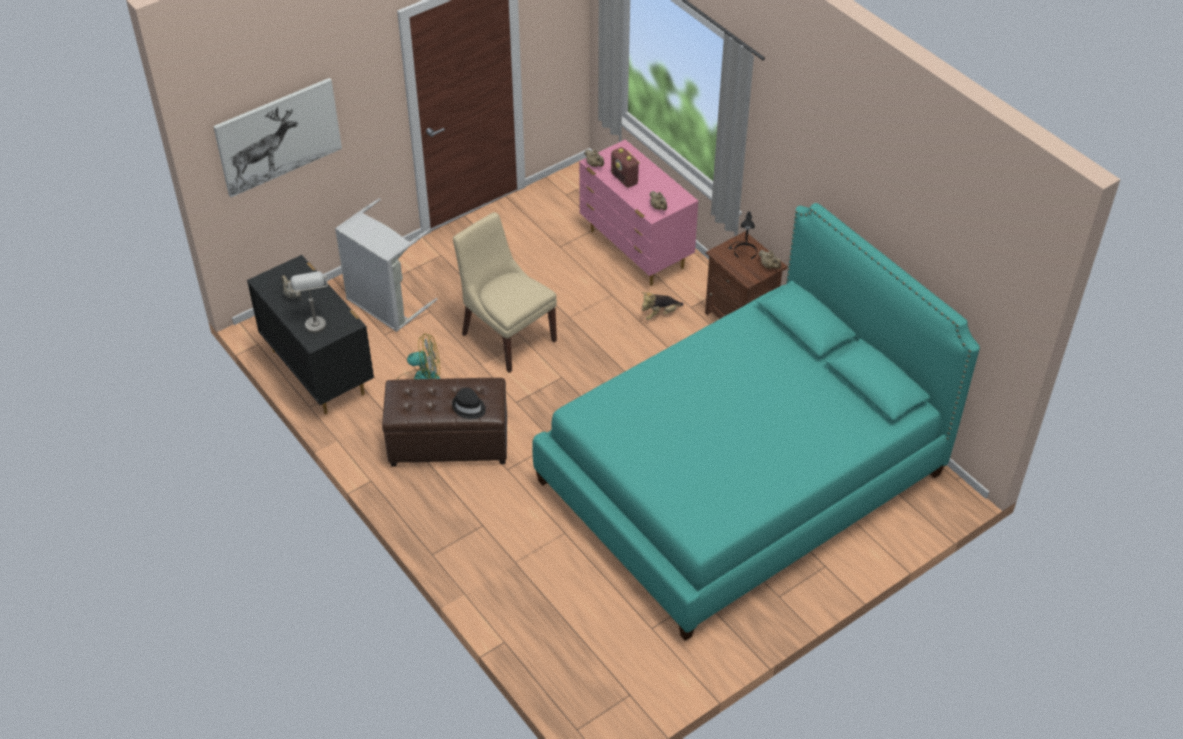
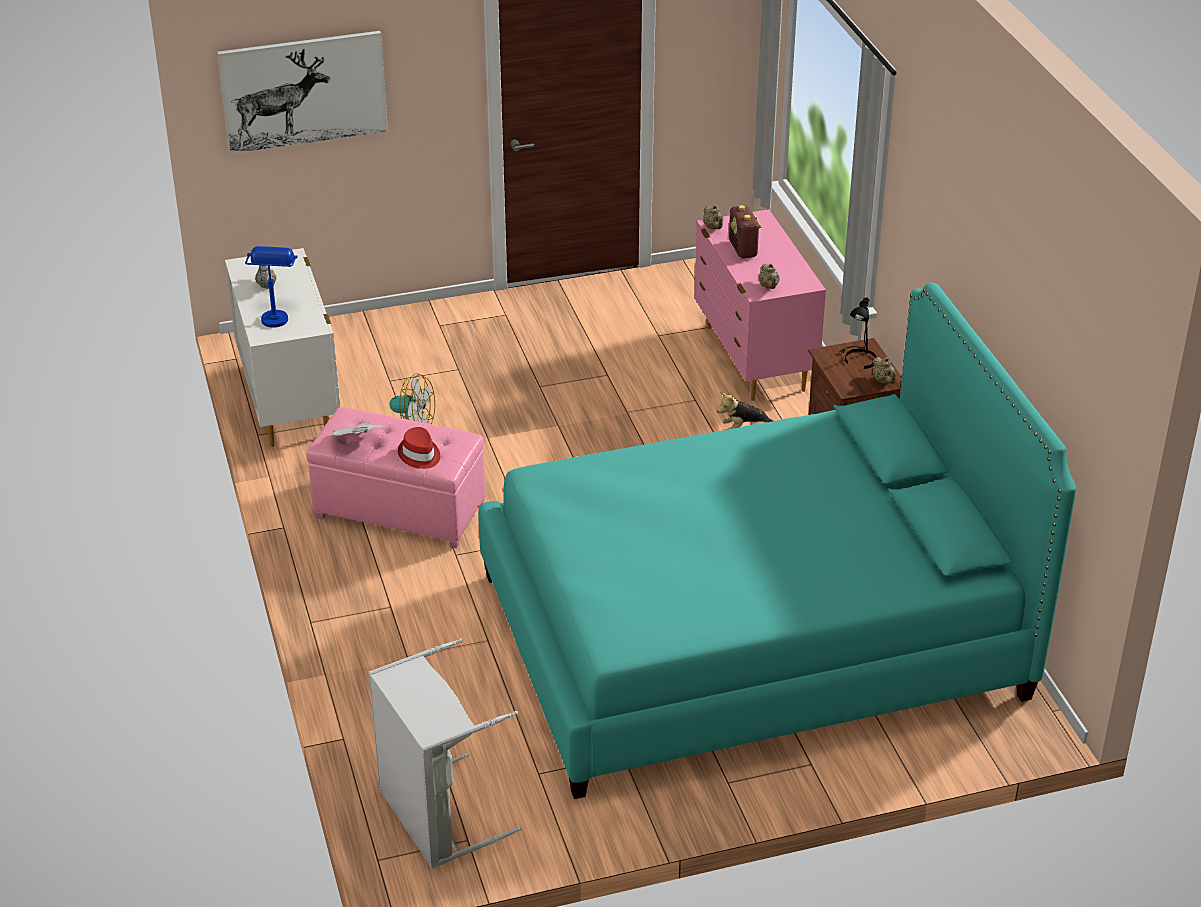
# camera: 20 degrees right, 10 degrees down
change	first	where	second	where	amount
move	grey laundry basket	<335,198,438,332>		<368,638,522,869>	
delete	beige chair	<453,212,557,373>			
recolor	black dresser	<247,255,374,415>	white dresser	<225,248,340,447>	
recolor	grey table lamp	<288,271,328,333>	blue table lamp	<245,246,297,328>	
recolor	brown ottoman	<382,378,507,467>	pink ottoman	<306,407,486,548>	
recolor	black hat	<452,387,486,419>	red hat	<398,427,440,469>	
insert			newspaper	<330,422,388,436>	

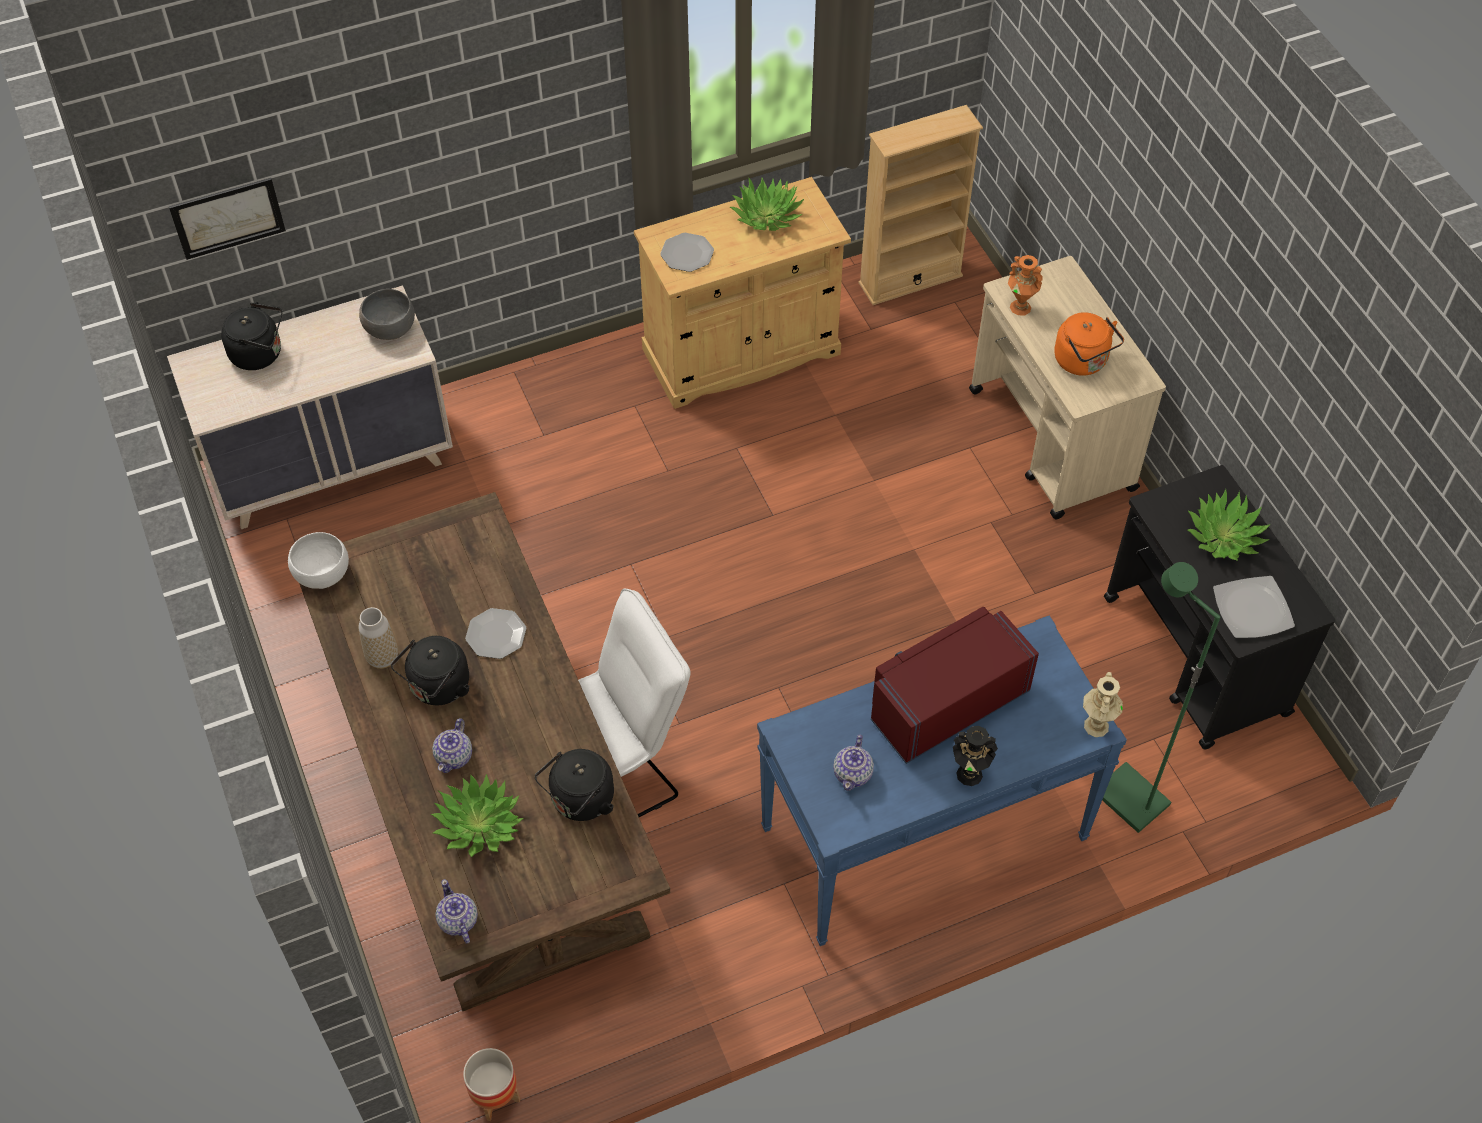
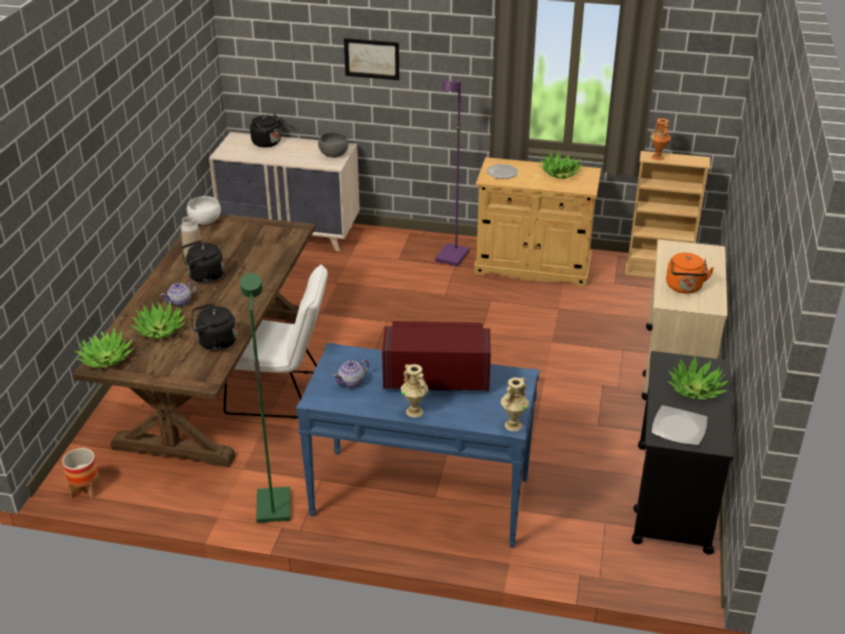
# camera: 35 degrees right, 20 degrees down
change	first	where	second	where	amount
move	picture	<169,178,286,260>		<344,38,399,80>	
move	orange vase	<1008,255,1043,315>		<650,118,671,160>	
move	green floor lamp	<1102,562,1221,833>		<240,273,291,523>	
delete	plate	<465,608,527,659>			
recolor	black vase	<953,726,998,786>	beige vase	<401,364,429,418>	
replace	teapot	<435,879,478,944>	potted plant	<75,327,134,368>	
insert			purple floor lamp	<435,79,469,267>	

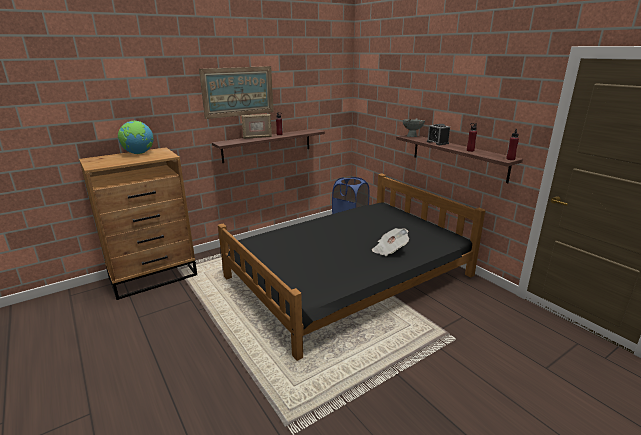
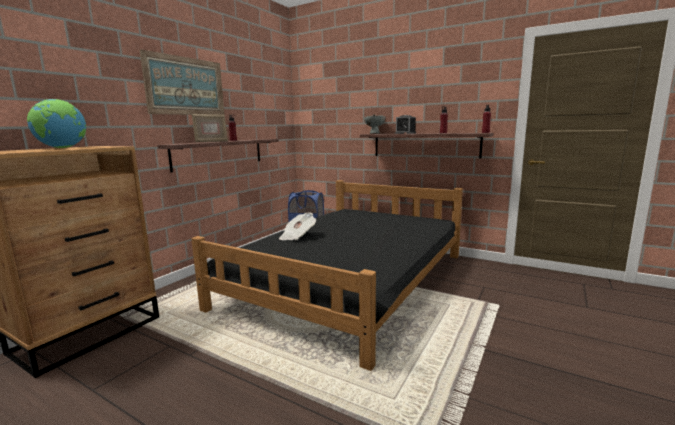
# camera: 25 degrees left, 10 degrees down
change	first	where	second	where	amount
move	newspaper	<372,228,409,256>		<279,212,316,240>	

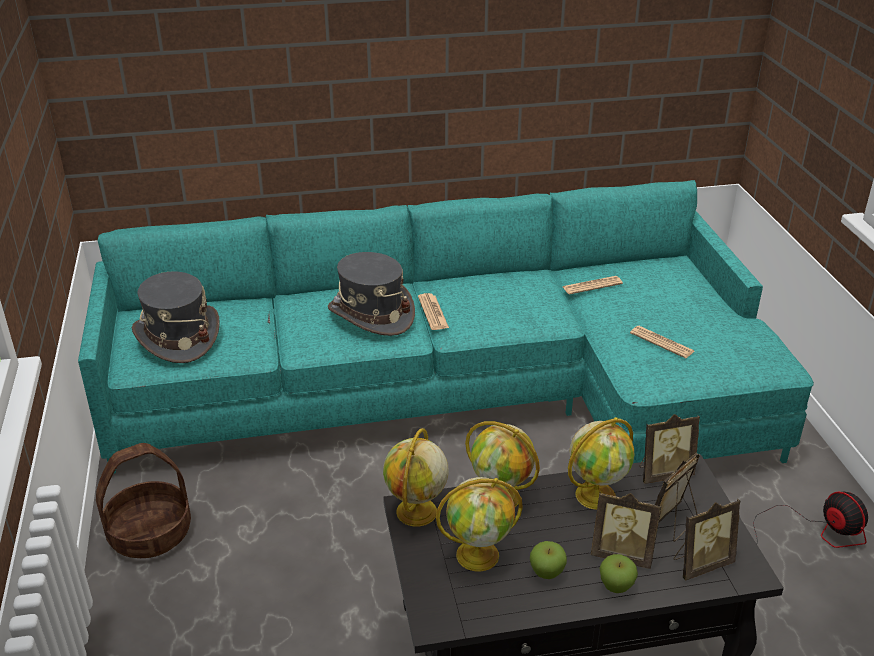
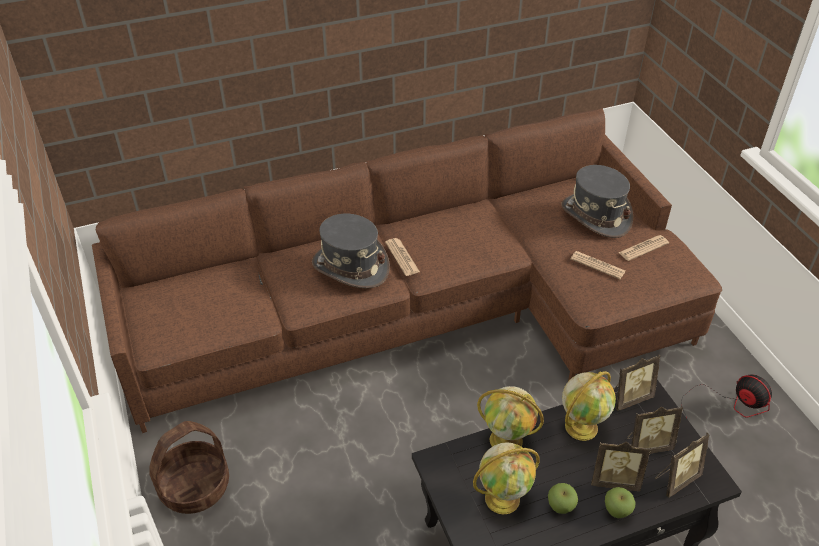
# camera: 10 degrees left, 10 degrees up
change	first	where	second	where	amount
recolor	turquoise sofa	<78,180,814,473>	brown sofa	<92,109,722,433>	
move	grey hat	<132,271,220,363>		<561,165,633,238>	
move	newspaper	<563,276,623,295>		<618,235,669,261>	
delete	globe	<383,428,449,527>			
rotate	picture frame	<655,453,700,542>		<627,406,683,454>	135 degrees counterclockwise

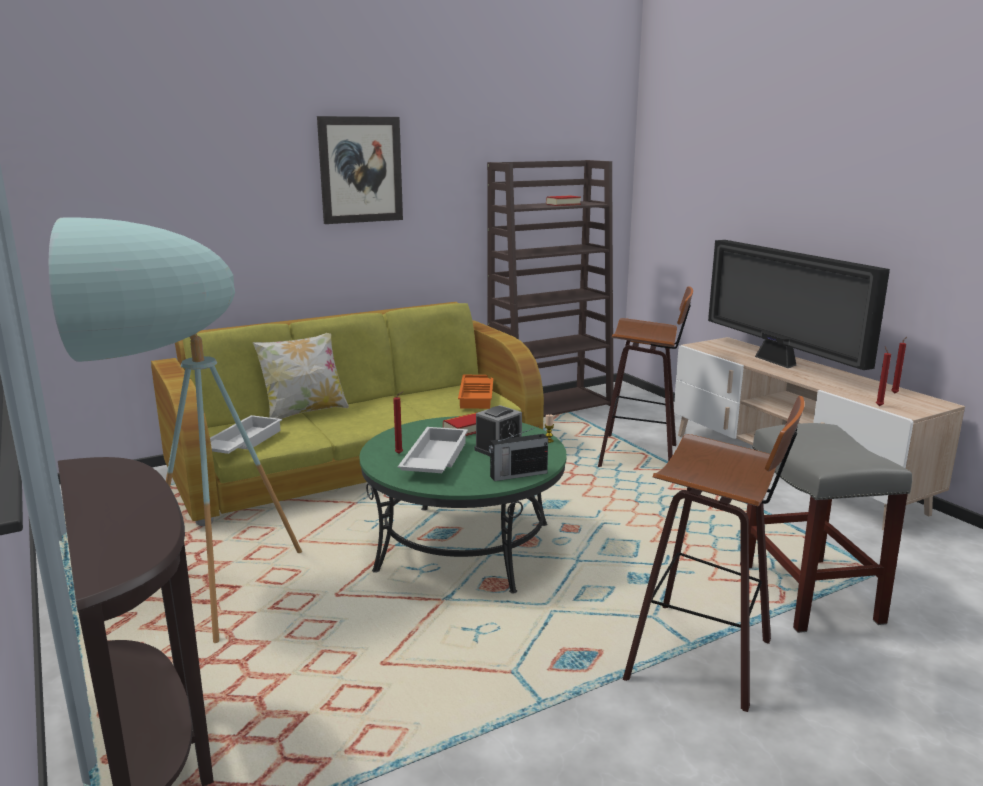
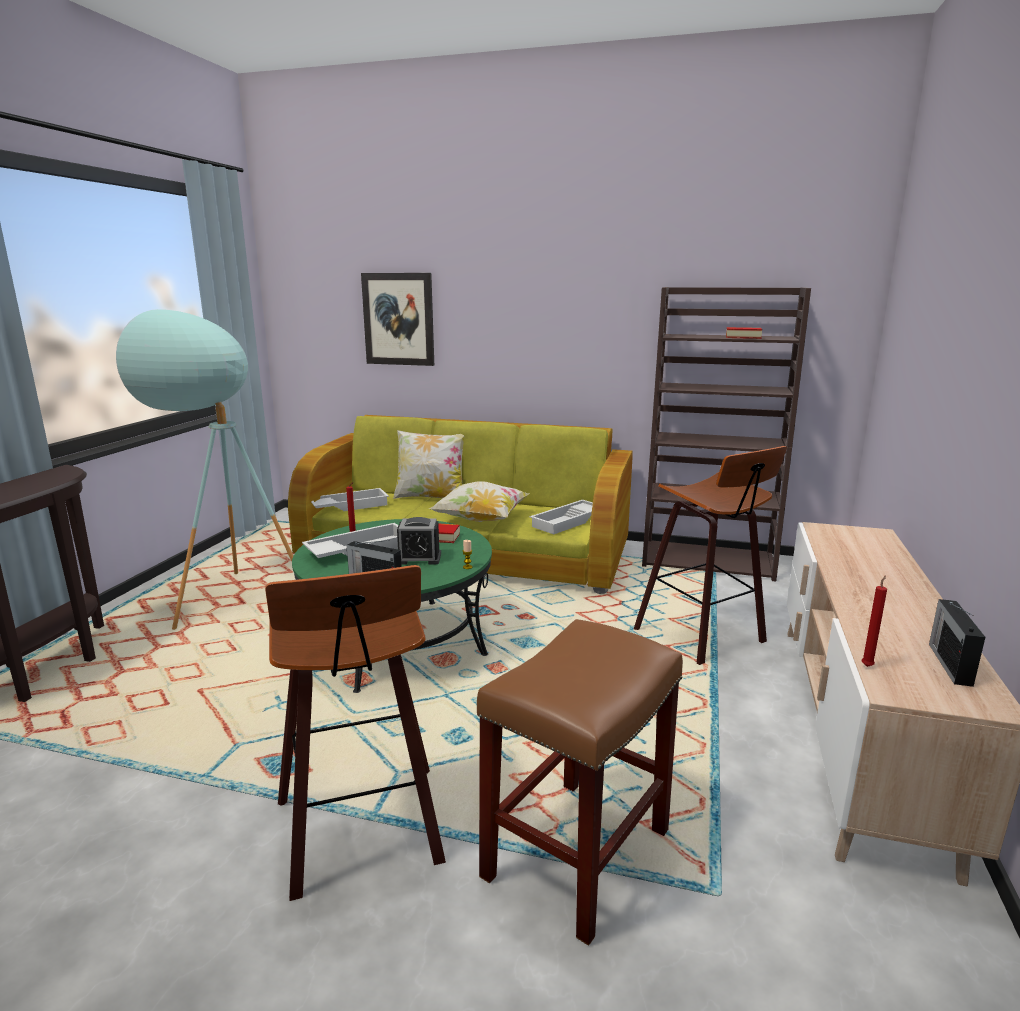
# camera: 45 degrees right, 0 degrees up
change	first	where	second	where	amount
move	picture	<317,116,403,224>		<361,273,434,366>	
delete	television	<708,240,890,370>			
replace	red candle	<892,337,907,393>	radio	<929,599,985,687>	
recolor	orange tray	<458,375,493,409>	white tray	<530,500,593,534>	
recolor	grey stool	<740,423,912,633>	brown stool	<477,619,683,946>	
insert			pillow	<429,481,529,522>	

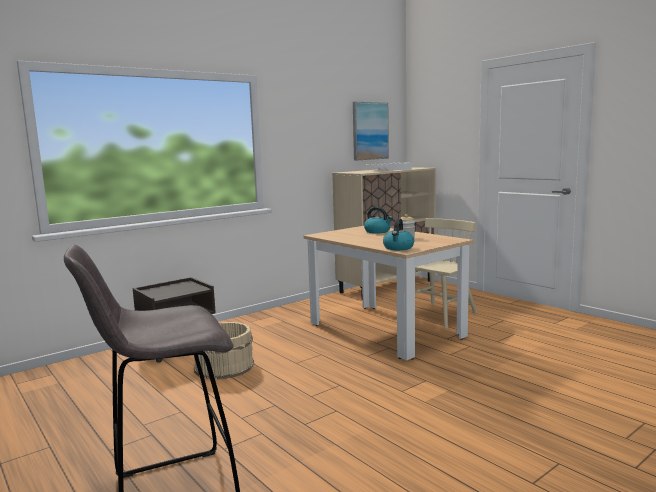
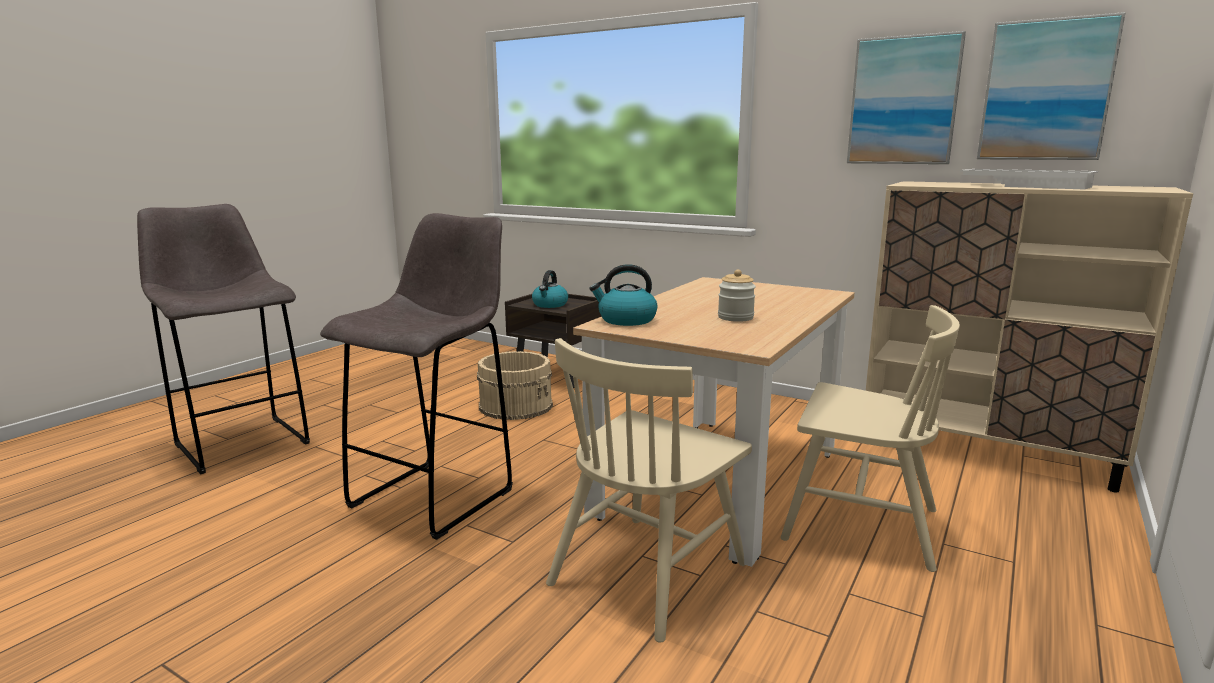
# camera: 70 degrees right, 5 degrees up
change	first	where	second	where	amount
move	kettle	<364,207,393,234>		<532,270,568,308>	
insert			picture	<847,31,966,164>	
insert			grey stool	<320,213,513,540>	
insert			beige chair	<546,338,752,643>	

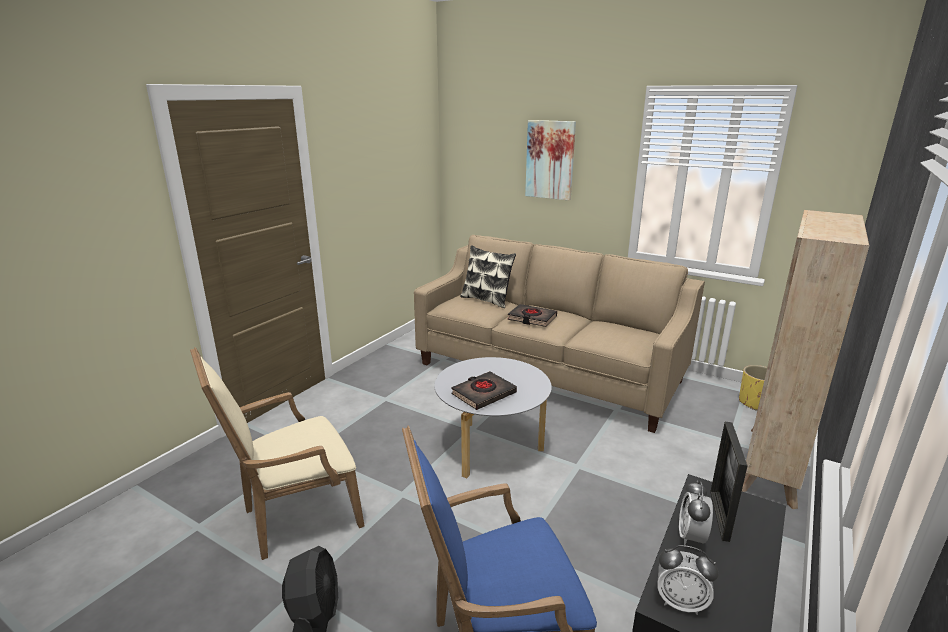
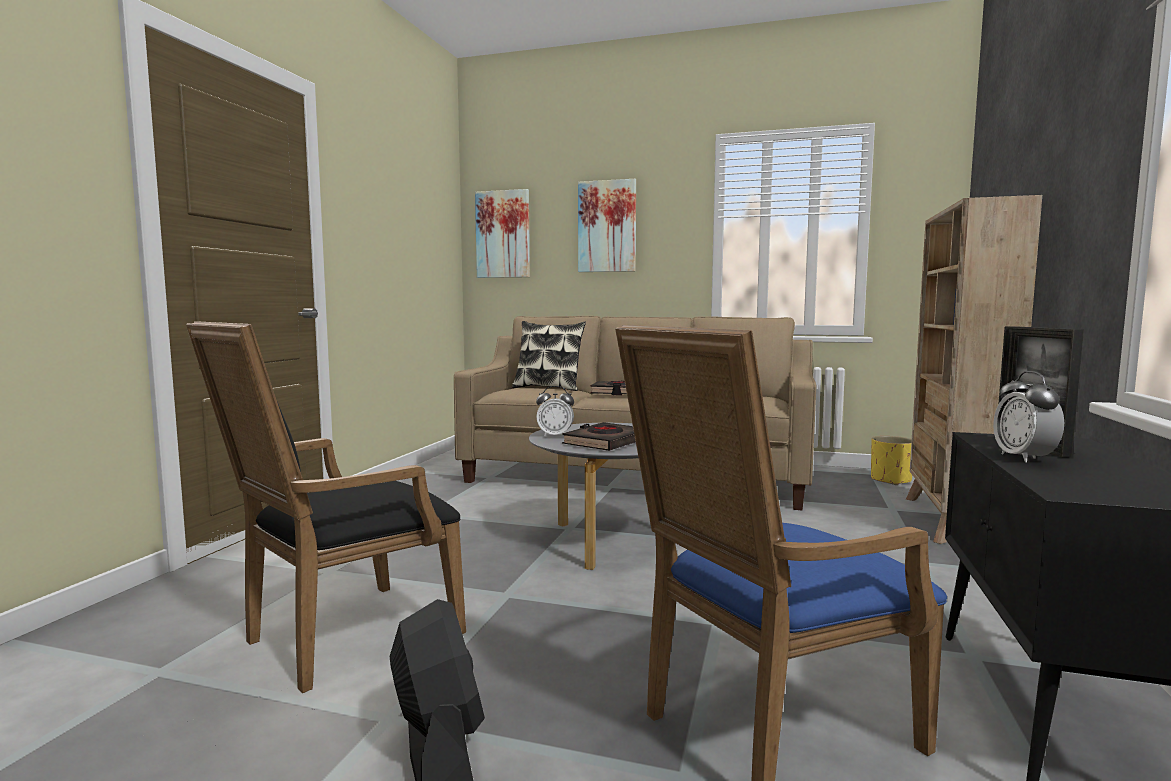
# camera: 15 degrees left, 15 degrees down
change	first	where	second	where	amount
recolor	beige armchair	<190,347,365,560>	black armchair	<186,321,466,693>	
move	alarm clock	<658,545,719,615>		<536,386,574,437>	
insert			picture	<475,189,530,278>	

